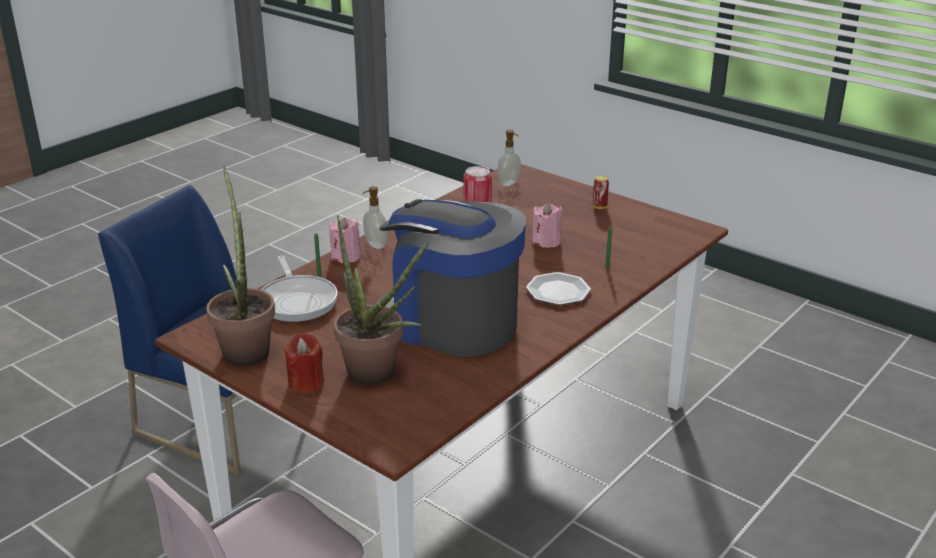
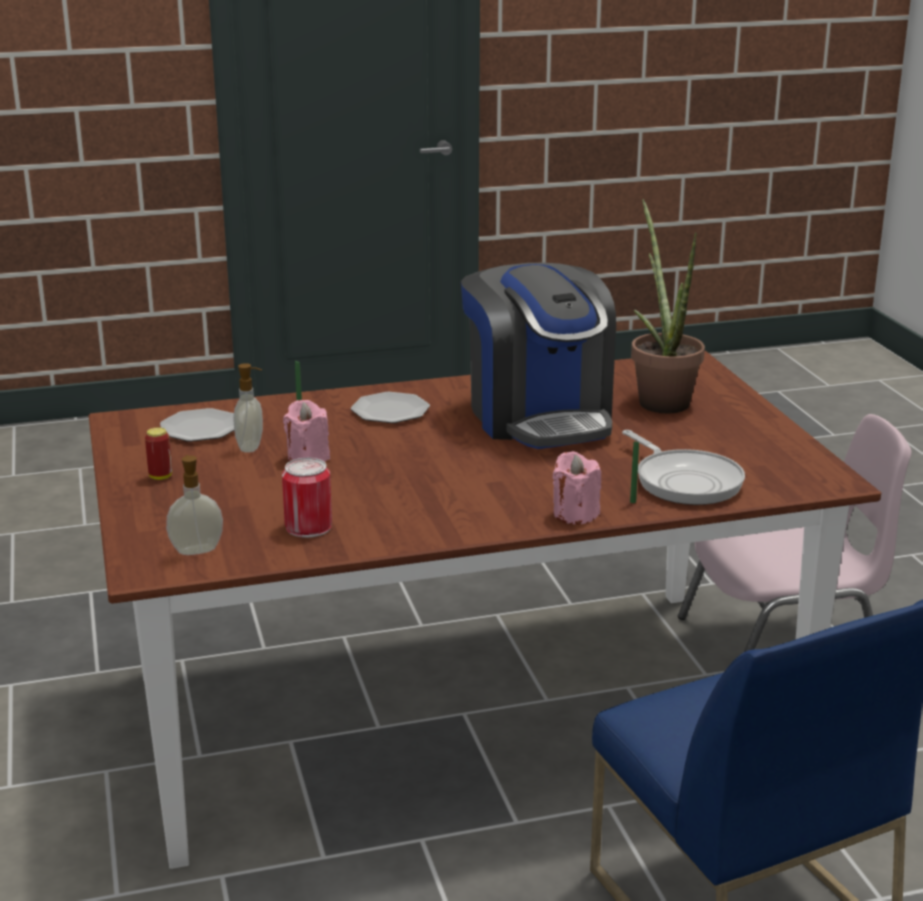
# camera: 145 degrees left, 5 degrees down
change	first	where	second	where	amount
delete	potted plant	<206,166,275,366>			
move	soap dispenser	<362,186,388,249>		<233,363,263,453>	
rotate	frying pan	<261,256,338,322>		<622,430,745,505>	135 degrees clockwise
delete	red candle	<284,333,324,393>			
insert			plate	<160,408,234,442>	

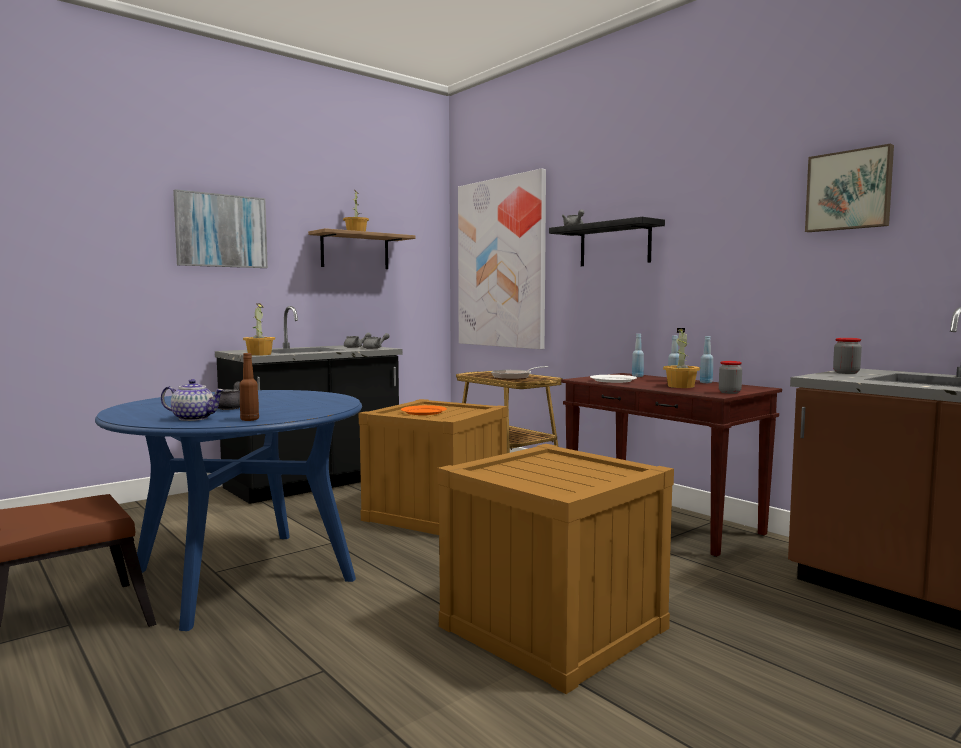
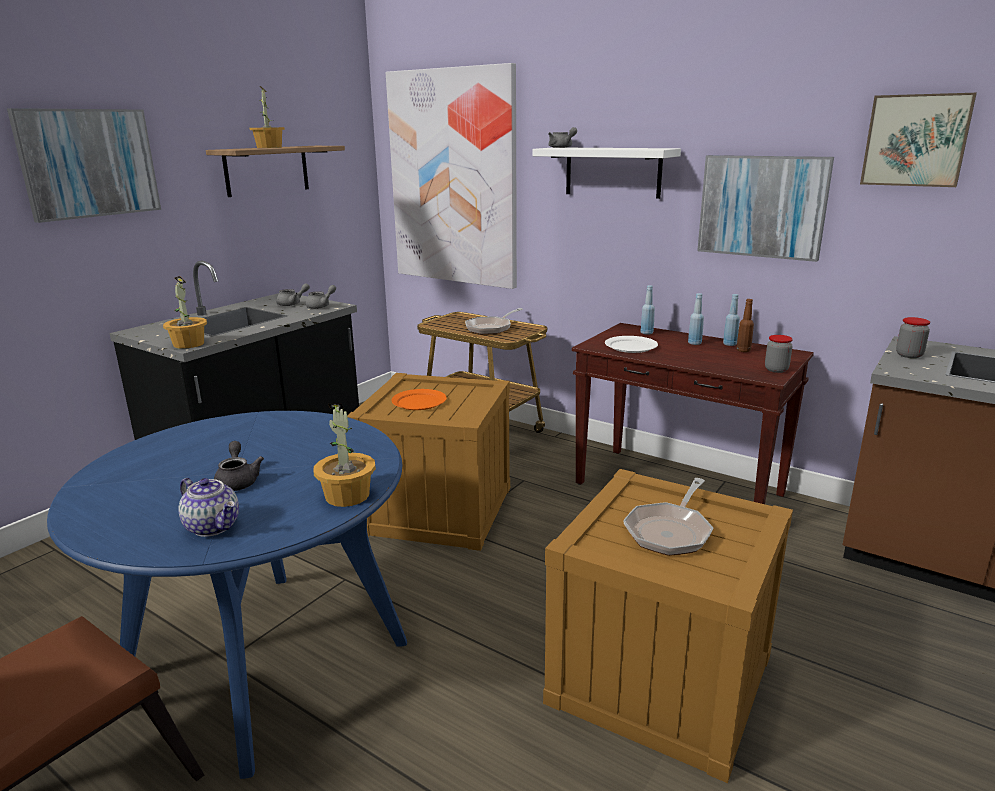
# camera: 15 degrees left, 15 degrees up
change	first	where	second	where	amount
recolor	black shelf	<549,217,665,266>	white shelf	<532,148,681,199>	
move	potted plant	<663,328,700,388>		<313,403,376,507>	
move	brown bottle	<239,353,259,421>		<736,299,754,352>	
rotate	teapot	<161,379,225,421>		<178,478,239,537>	45 degrees clockwise
insert			picture	<697,155,834,262>	
insert			frying pan	<623,478,713,556>	

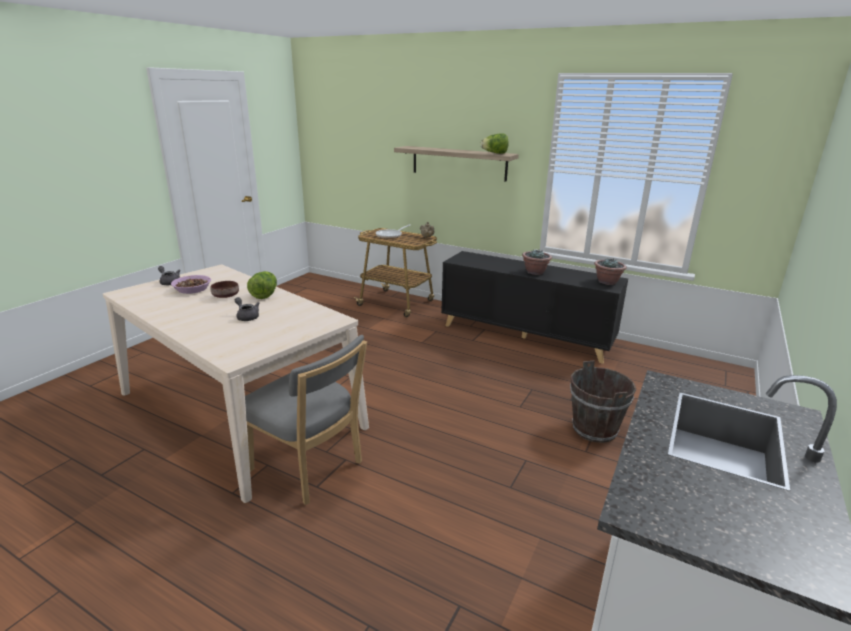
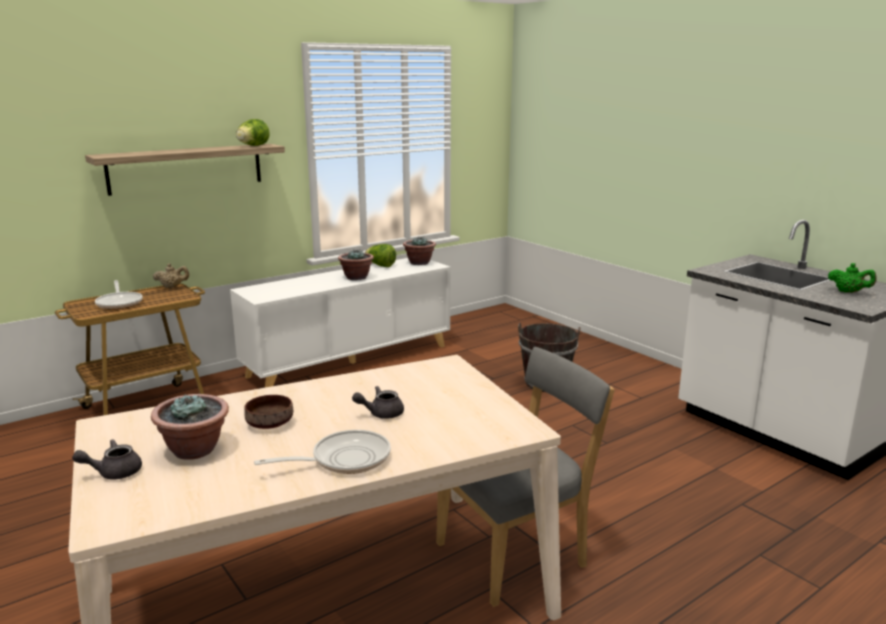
# camera: 65 degrees left, 5 degrees down
change	first	where	second	where	amount
recolor	black cabinet	<441,251,628,364>	white cabinet	<230,258,451,388>	
move	lettuce	<247,271,277,299>		<365,244,396,267>	
replace	bowl	<171,275,211,294>	potted plant	<151,394,229,460>	
insert			green teapot	<828,263,877,293>	
insert			frying pan	<254,430,391,474>	

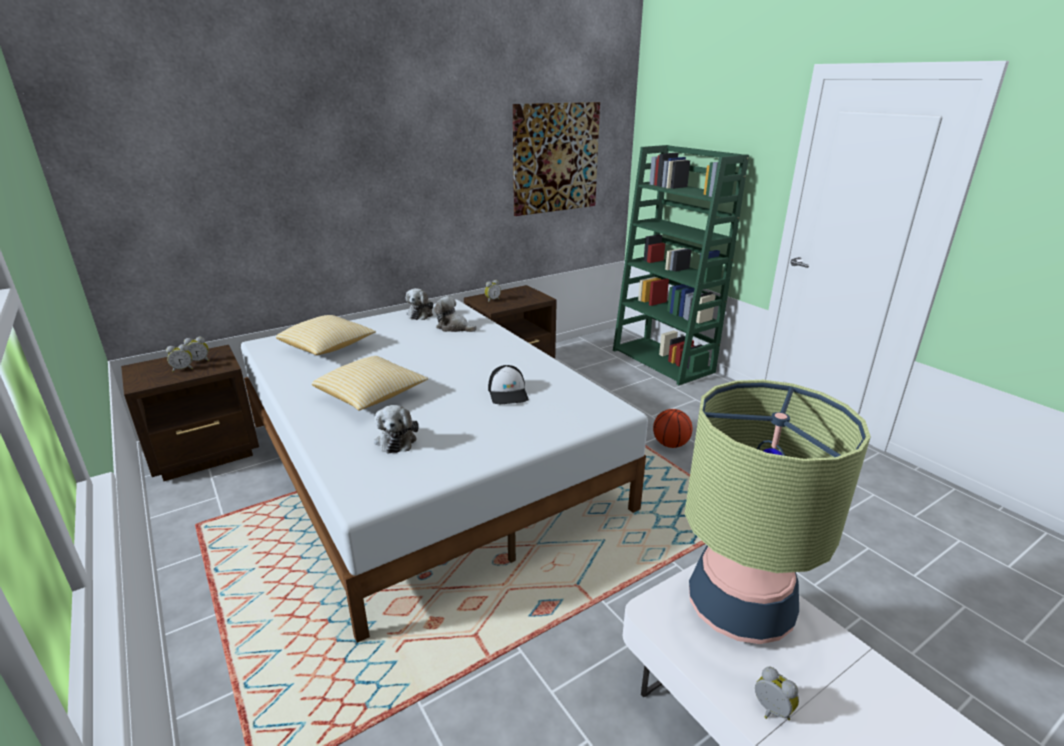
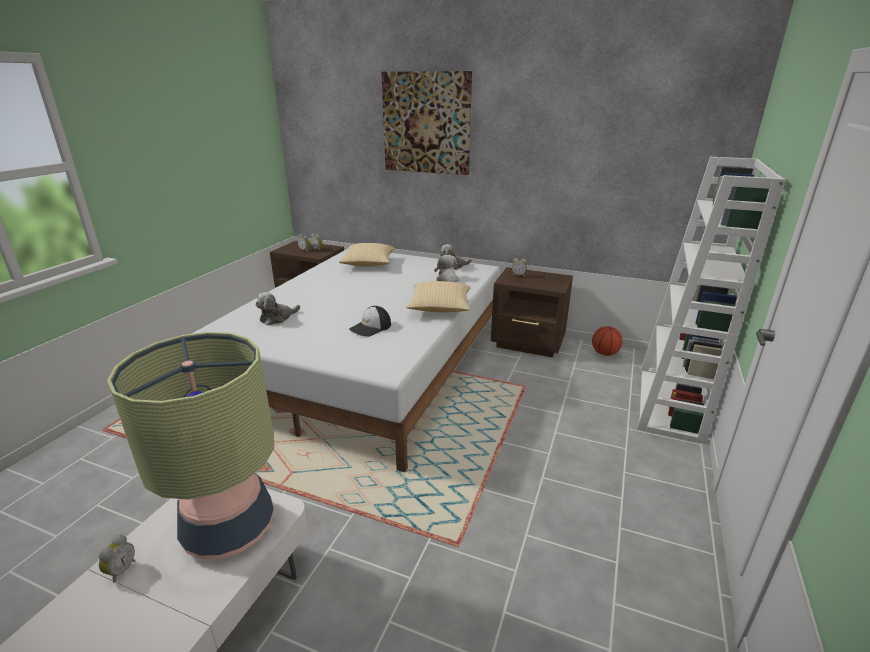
# camera: 55 degrees right, 0 degrees up
change	first	where	second	where	amount
move	picture	<513,102,600,216>		<381,71,472,175>	
recolor	green bookcase	<613,145,749,385>	white bookcase	<637,157,786,444>	
move	pillow	<312,356,428,411>		<406,281,470,312>	
move	basketball	<653,409,692,448>		<592,326,623,356>	

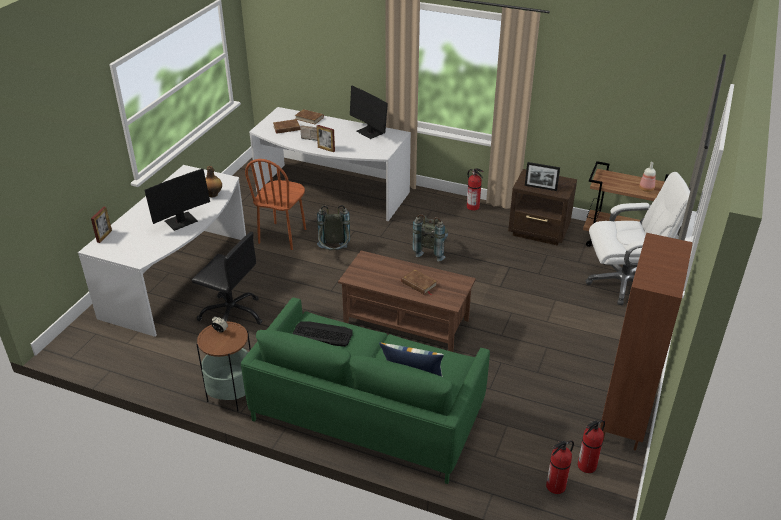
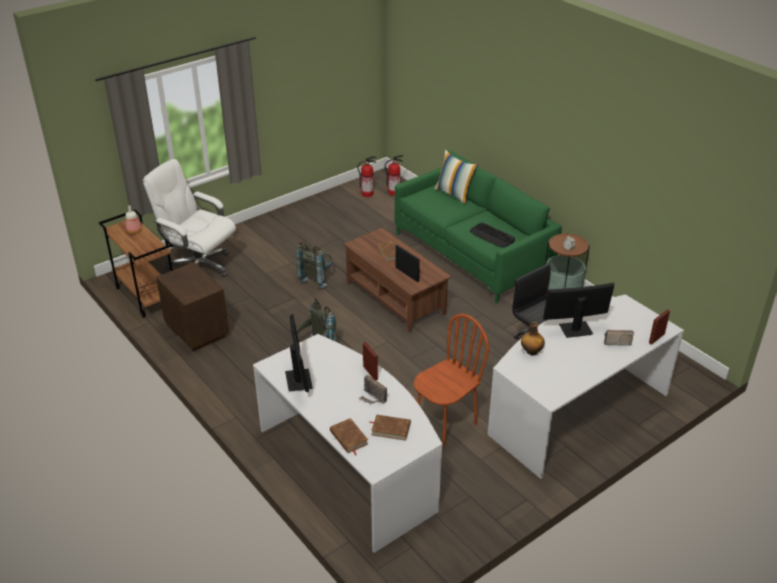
# camera: 150 degrees left, 0 degrees up
change	first	where	second	where	amount
move	picture frame	<525,162,560,191>		<396,245,420,282>	
delete	fire extinguisher	<467,168,484,211>			
move	grey backpack	<317,205,350,250>		<296,242,333,289>	
delete	brown bookcase	<600,233,693,451>			
insert			radio	<604,330,634,345>	

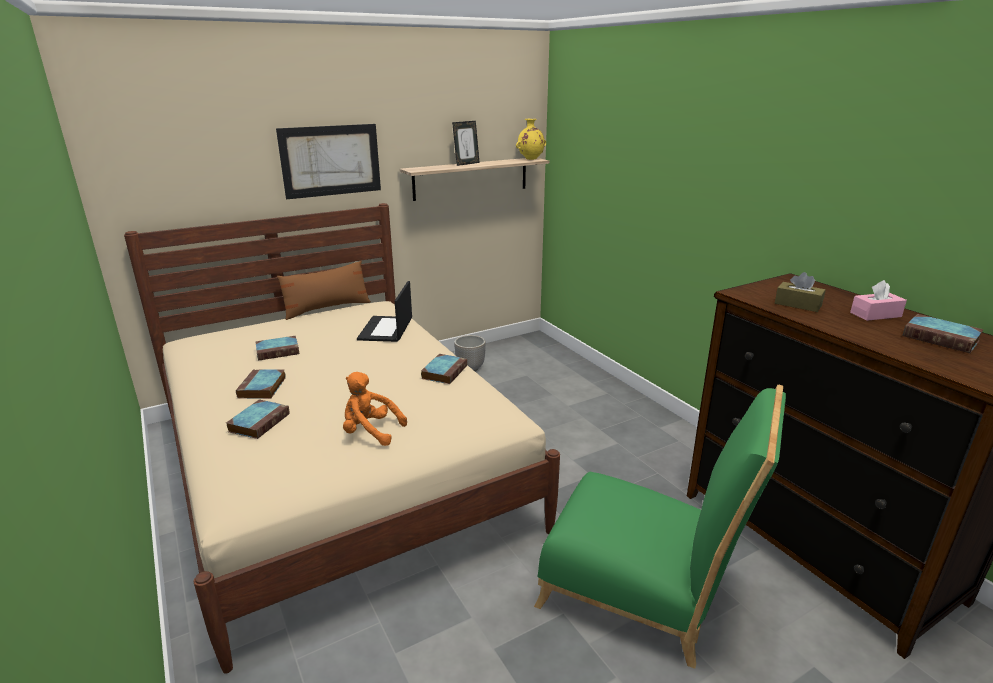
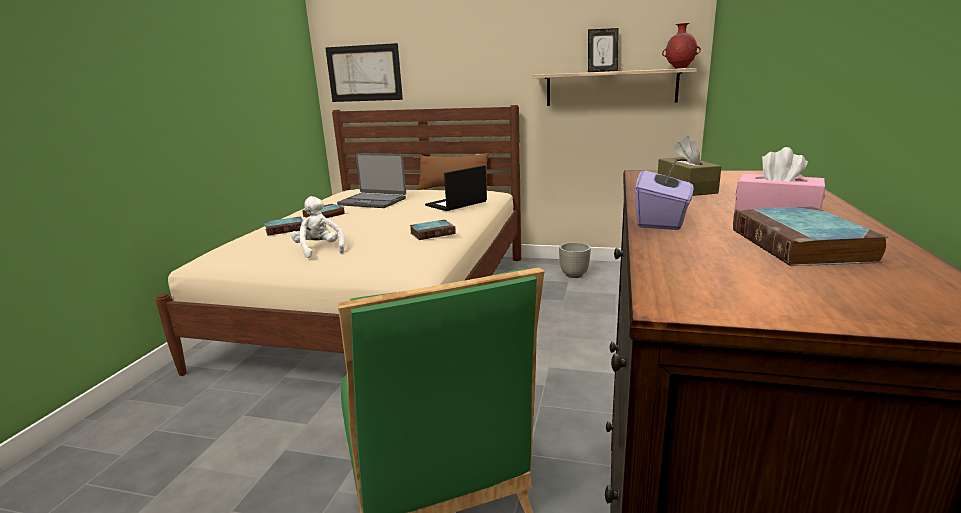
# camera: 45 degrees right, 5 degrees down
change	first	where	second	where	amount
recolor	yellow vase	<516,119,546,160>	red vase	<662,23,701,69>	
move	picture	<276,124,381,199>		<325,43,403,102>	
replace	book	<256,336,299,361>	laptop	<337,153,406,208>	
recolor	orange plush toy	<343,372,407,446>	white plush toy	<291,196,345,258>	
insert			purple tissue box	<635,158,693,230>	

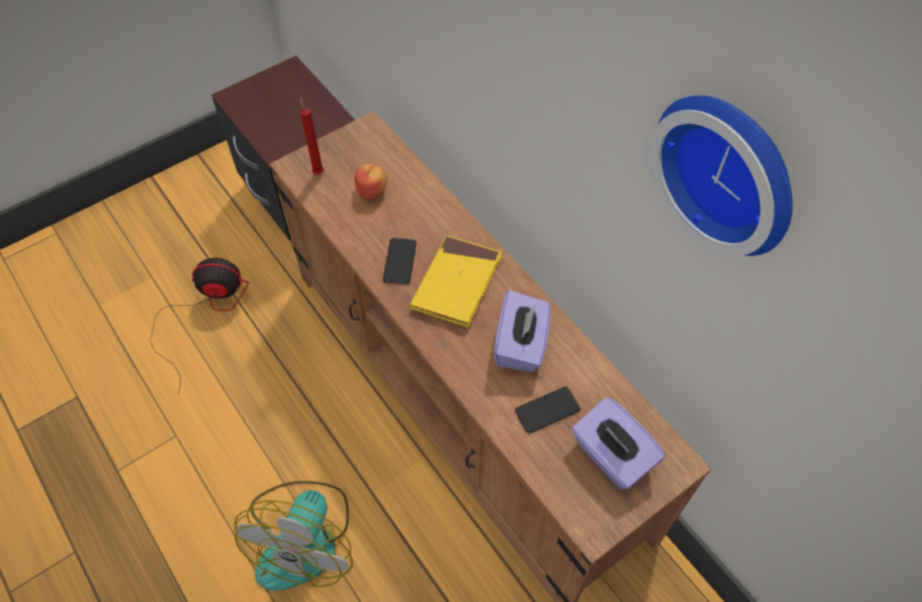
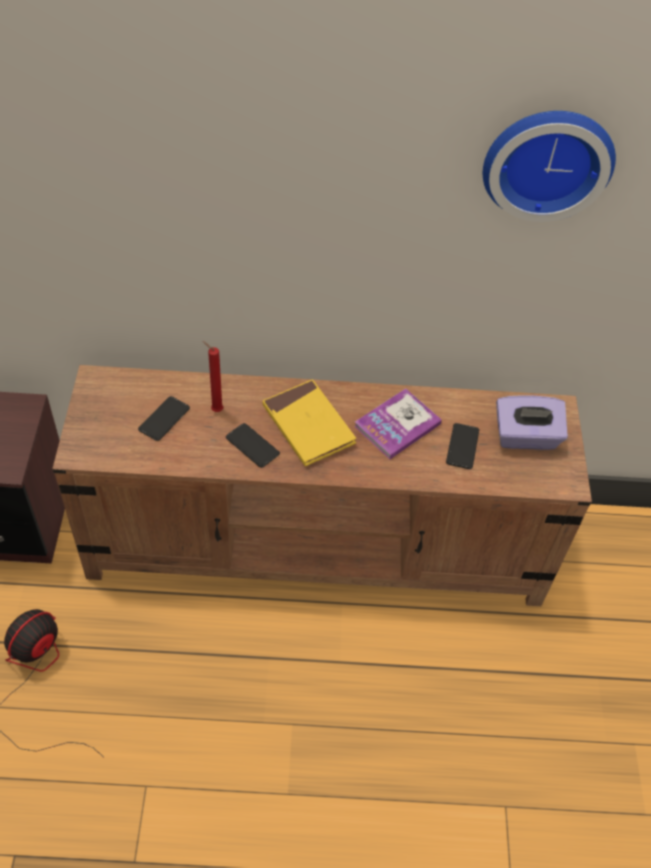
# camera: 55 degrees left, 5 degrees down
change	first	where	second	where	amount
move	red candle	<300,97,324,175>		<202,341,223,412>	
replace	apple	<355,164,387,200>	phone	<138,396,190,441>	
replace	purple tissue box	<494,290,551,372>	book	<354,388,442,459>	
delete	fan	<234,481,353,590>			

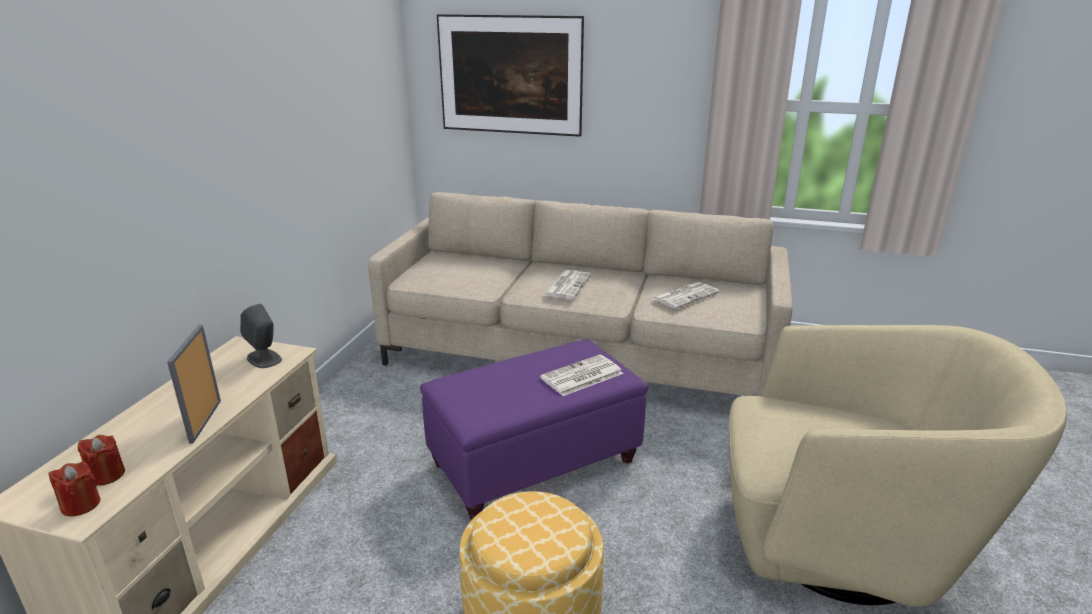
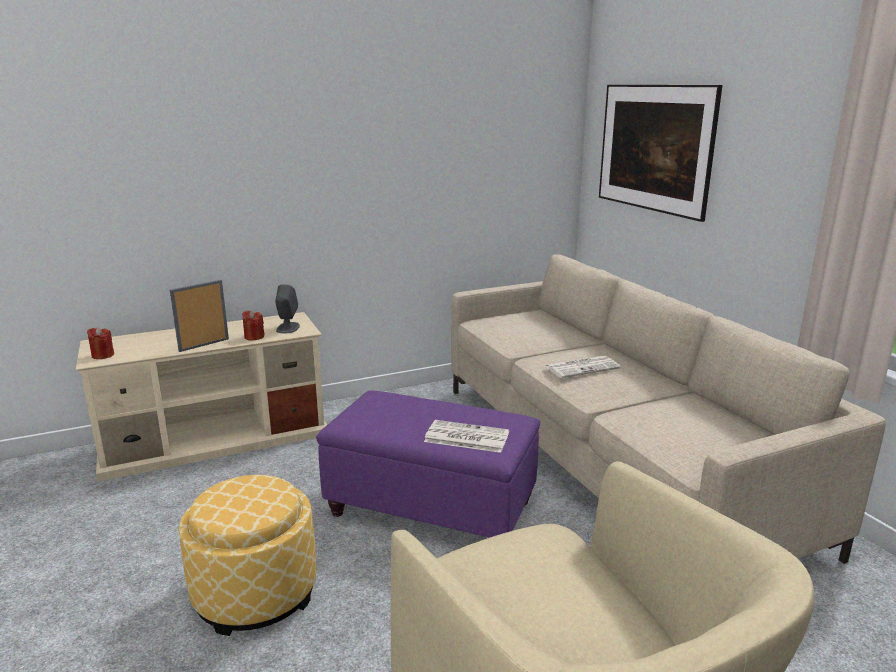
# camera: 50 degrees right, 5 degrees down
change	first	where	second	where	amount
delete	newspaper	<652,282,720,309>			
move	red candle	<78,435,125,486>		<242,310,265,341>	

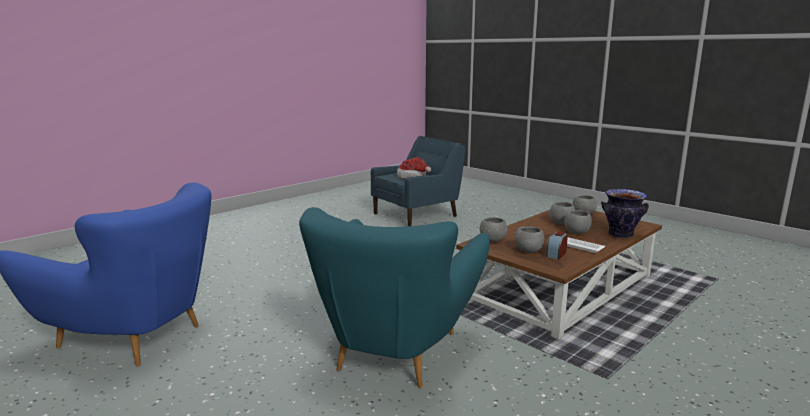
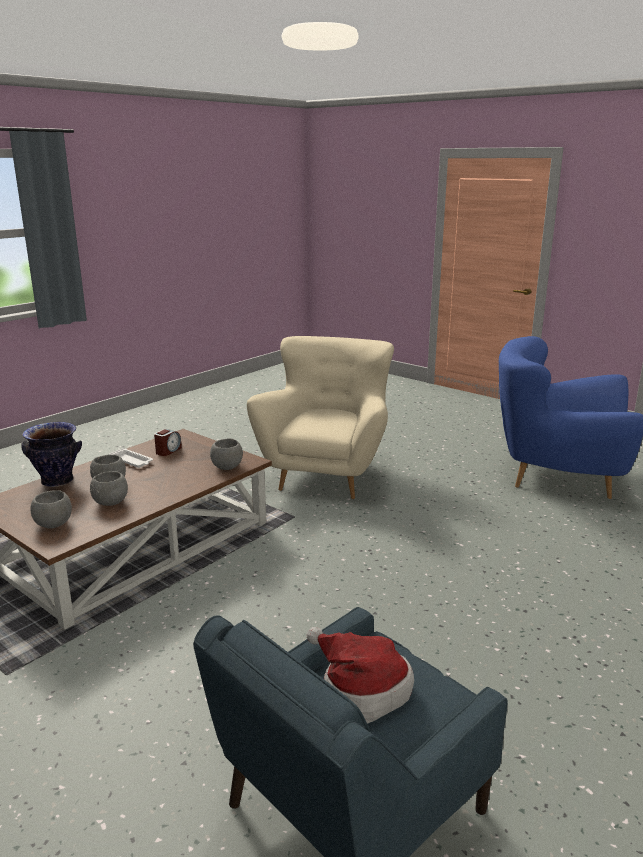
# camera: 175 degrees right, 5 degrees up
change	first	where	second	where	amount
recolor	turquoise armchair	<299,207,490,389>	beige armchair	<247,336,394,499>	
delete	grey bowl	<515,227,544,253>			

